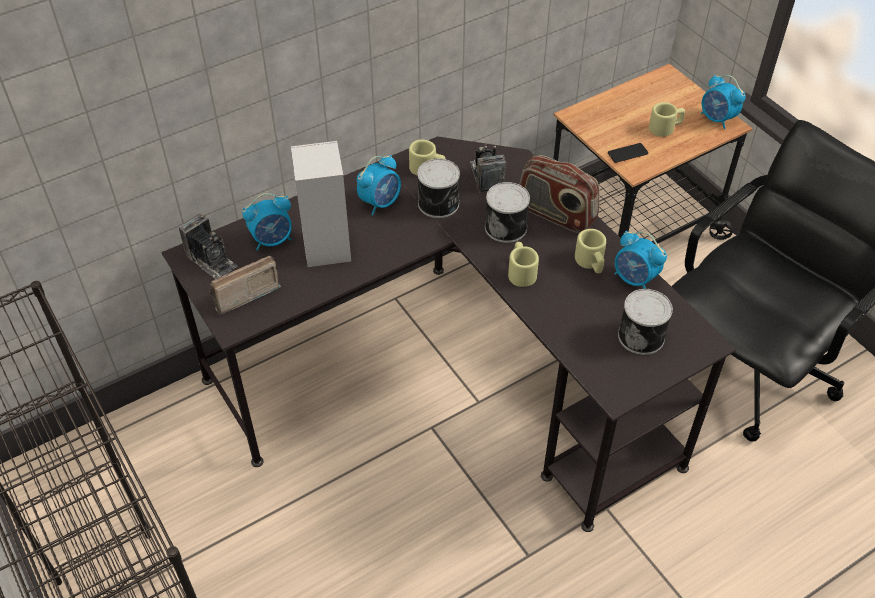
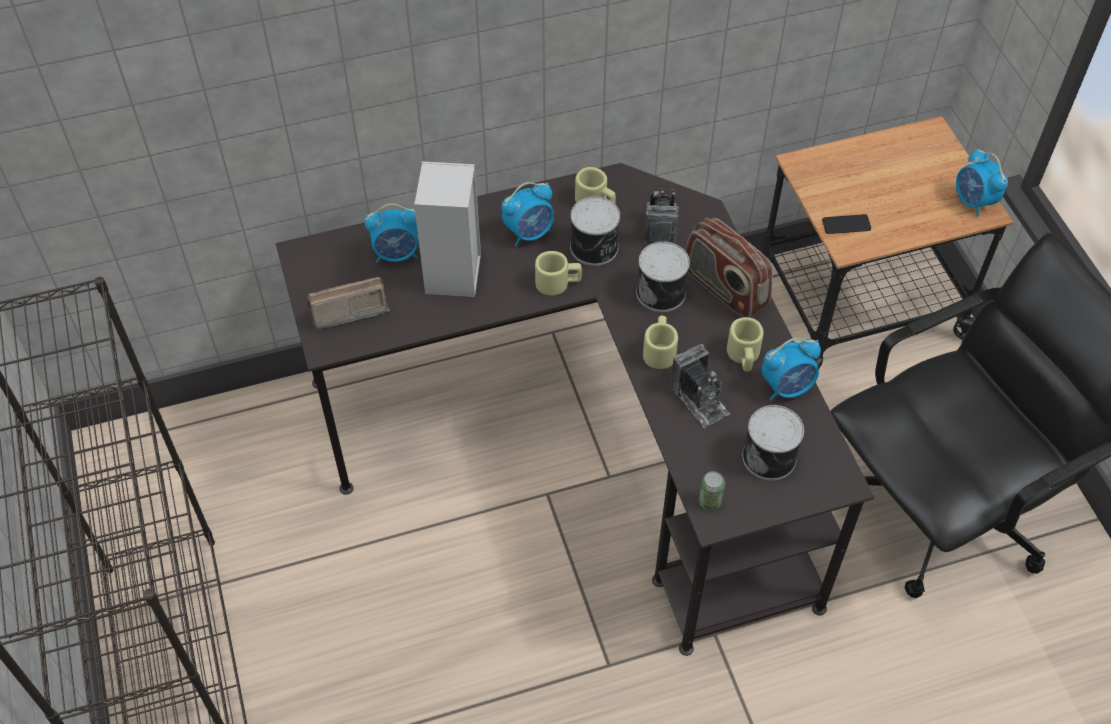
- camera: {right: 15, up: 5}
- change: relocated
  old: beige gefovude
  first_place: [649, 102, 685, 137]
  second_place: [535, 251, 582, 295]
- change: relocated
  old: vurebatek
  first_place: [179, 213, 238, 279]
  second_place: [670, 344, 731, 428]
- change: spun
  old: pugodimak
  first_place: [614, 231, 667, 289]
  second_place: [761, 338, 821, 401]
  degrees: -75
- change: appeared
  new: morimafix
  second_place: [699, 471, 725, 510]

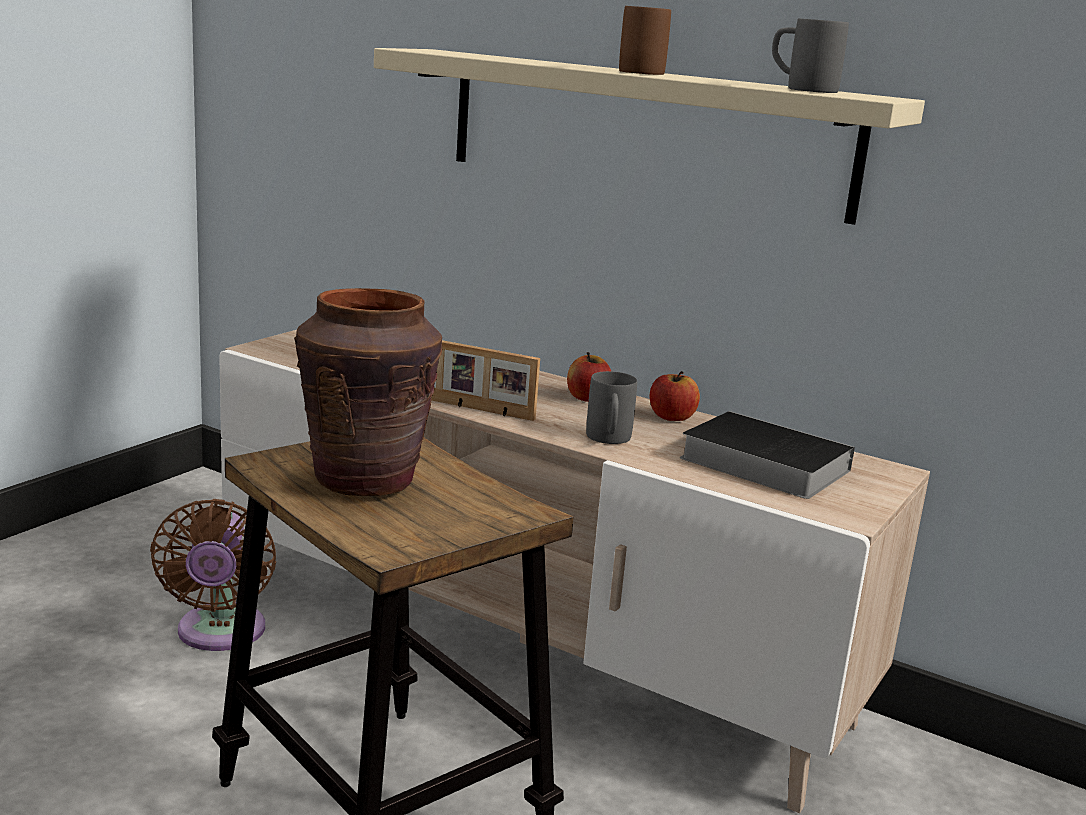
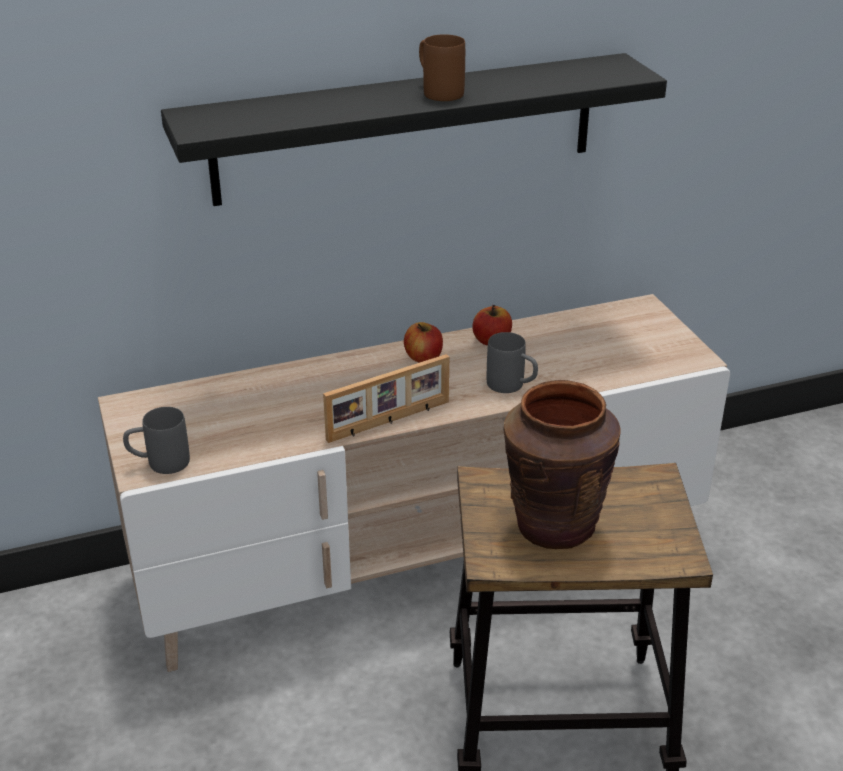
- camera: {right: -50, up: 15}
- change: relocated
  old: grey gefovude
  first_place: [772, 18, 849, 93]
  second_place: [123, 407, 190, 474]
- change: colour
  old: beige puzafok
  new: black puzafok
  first_place: [374, 48, 925, 225]
  second_place: [161, 53, 667, 206]
- change: missing
  old: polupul
  first_place: [680, 411, 855, 499]
- change: missing
  old: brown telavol
  first_place: [150, 499, 276, 651]

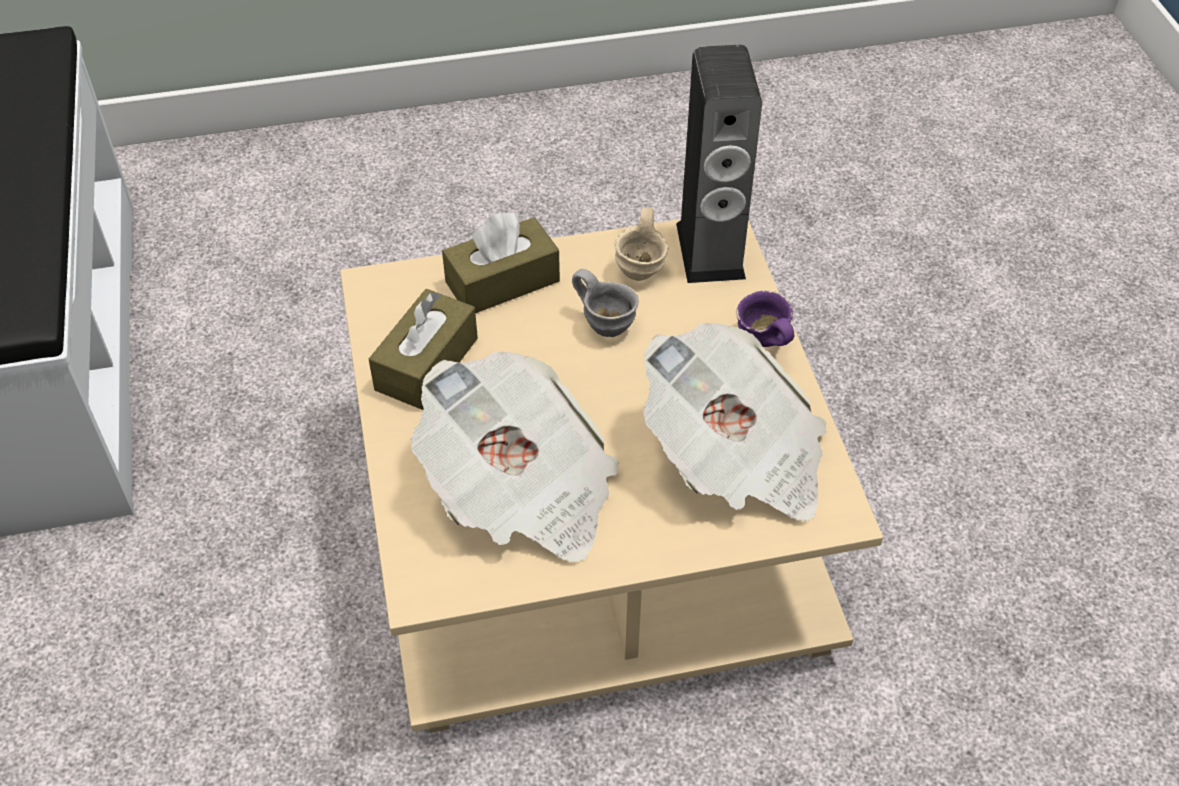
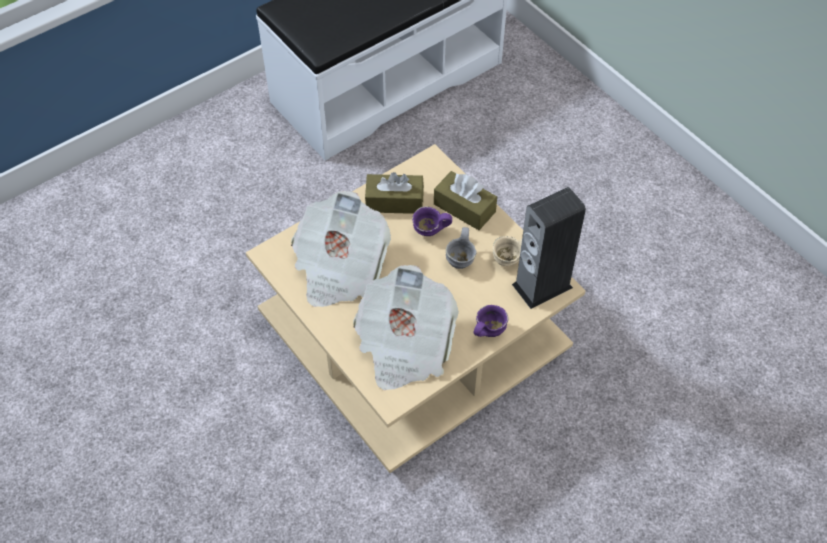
- camera: {right: 65, up: 5}
- change: appeared
  new: purple gefovude
  second_place: [412, 206, 452, 236]

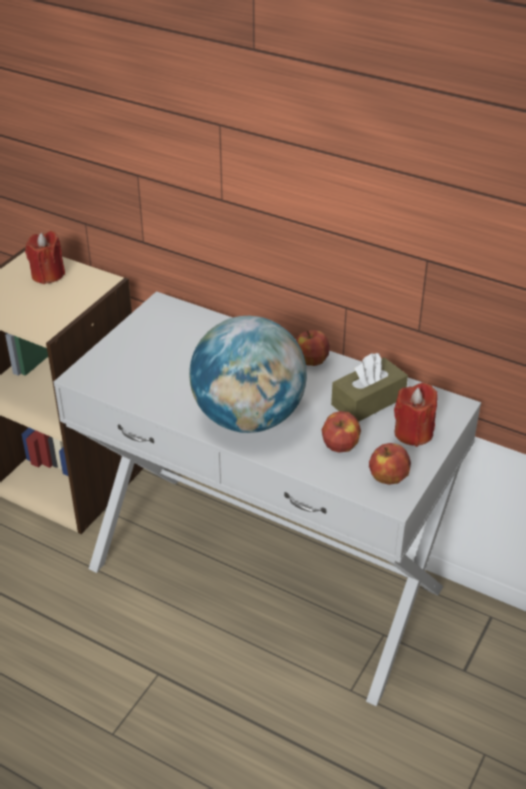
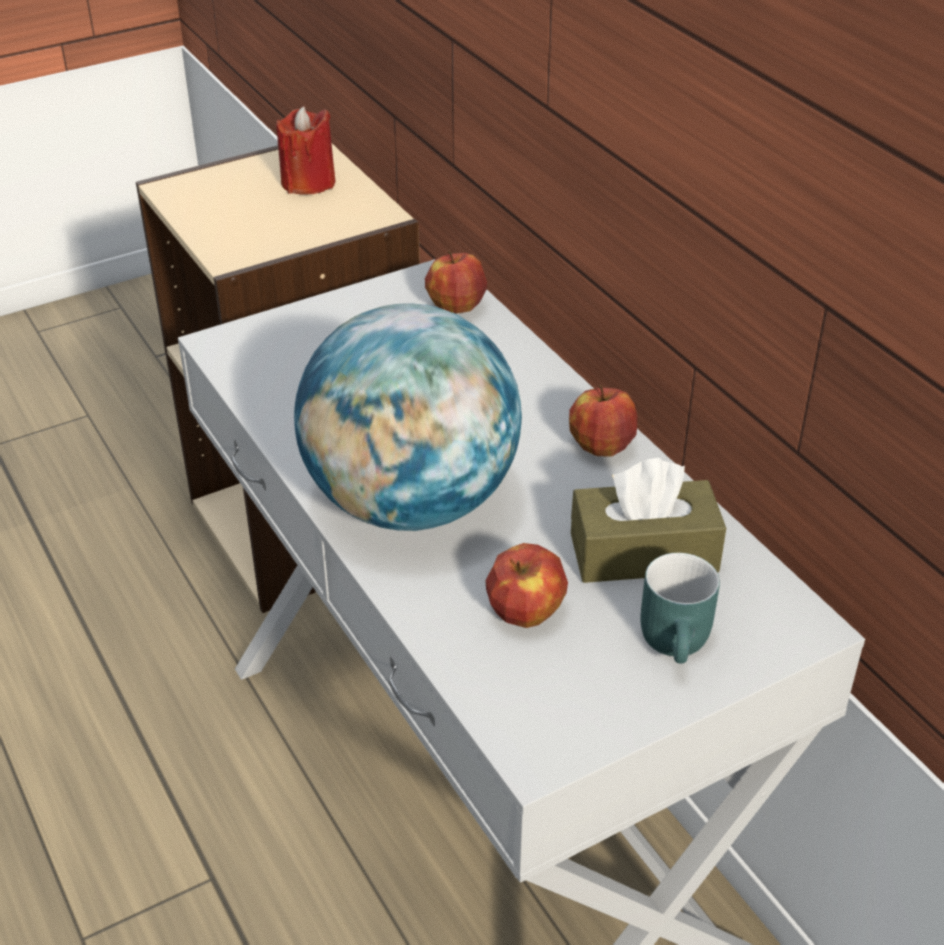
- camera: {right: 30, up: 0}
- change: exchanged
  old: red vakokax
  new: turquoise gefovude
  first_place: [394, 383, 438, 447]
  second_place: [640, 553, 720, 664]
- change: relocated
  old: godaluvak
  first_place: [369, 443, 411, 485]
  second_place: [425, 250, 487, 313]

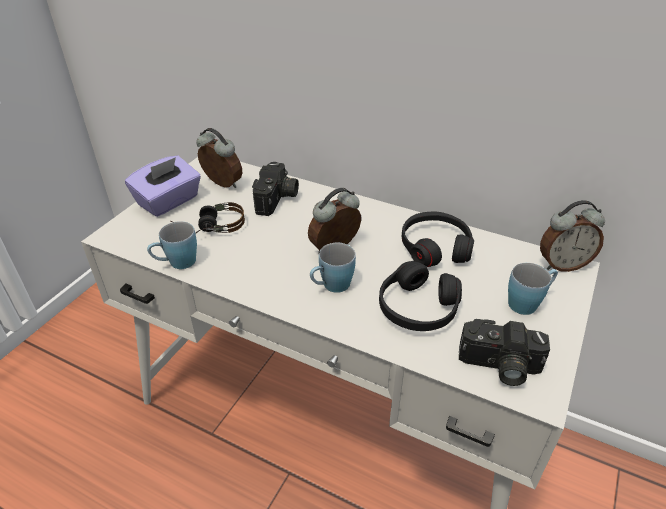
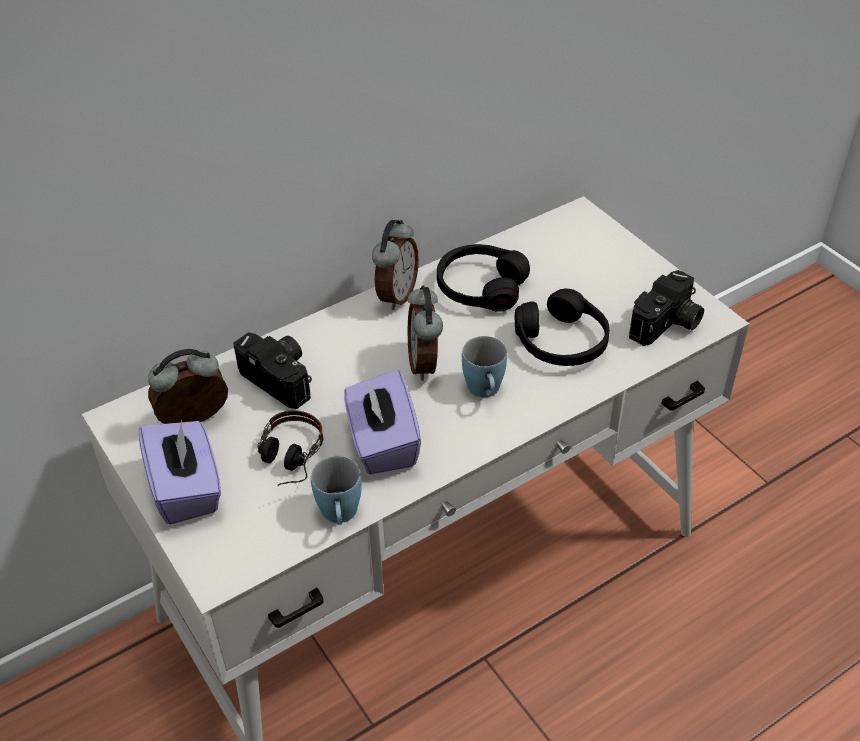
- camera: {right: -60, up: 5}
- change: relocated
  old: pugodimak
  first_place: [540, 200, 605, 272]
  second_place: [372, 220, 419, 310]
- change: missing
  old: blue gefovude
  first_place: [508, 263, 558, 315]
- change: appeared
  new: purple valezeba
  second_place: [344, 370, 421, 474]

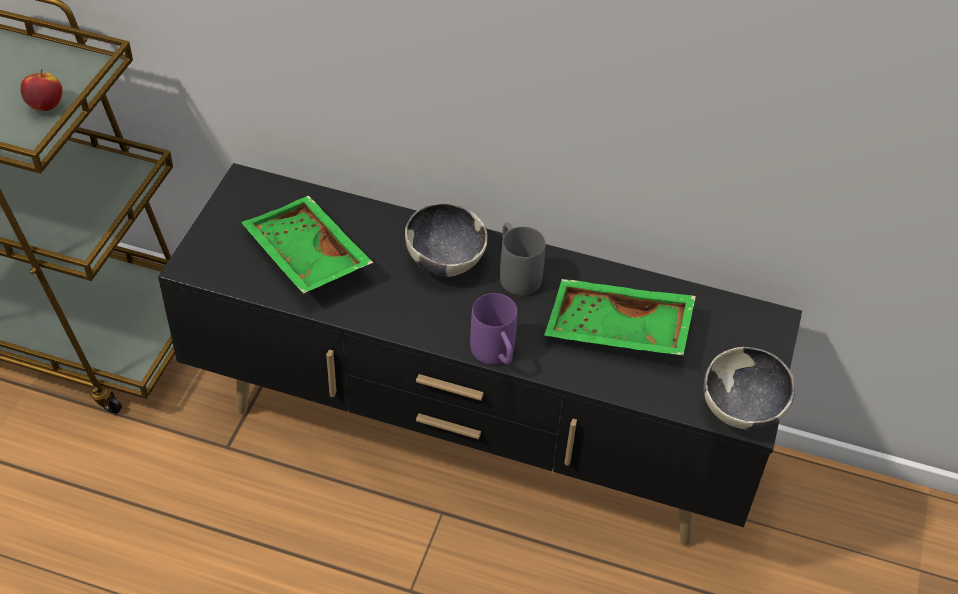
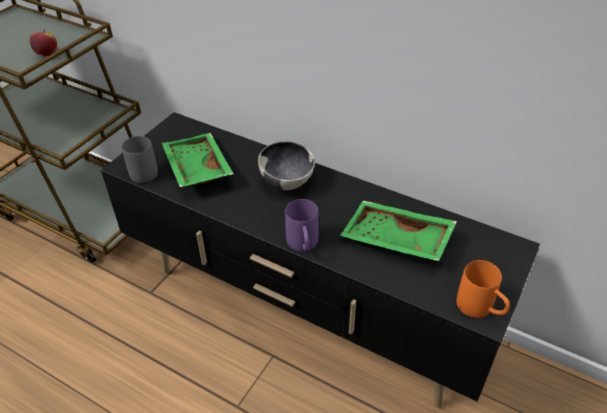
- camera: {right: 15, up: -5}
- change: relocated
  old: grey gefovude
  first_place: [500, 223, 546, 296]
  second_place: [122, 134, 158, 183]
- change: exchanged
  old: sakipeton
  new: orange gefovude
  first_place: [703, 347, 795, 430]
  second_place: [456, 260, 510, 318]

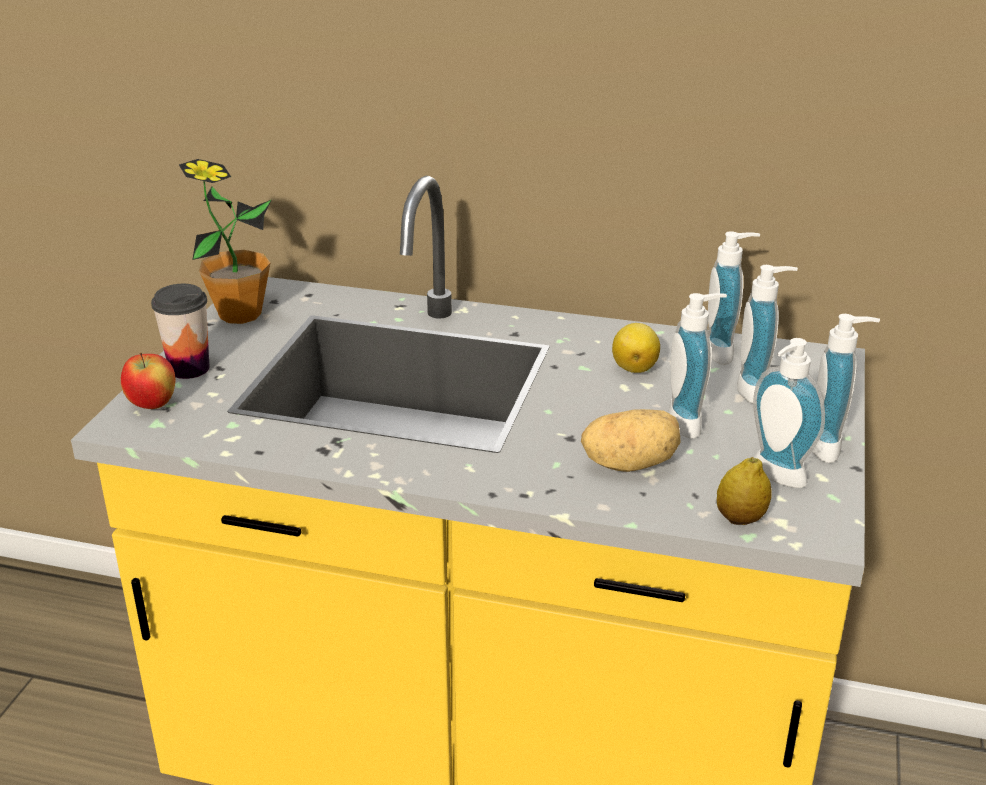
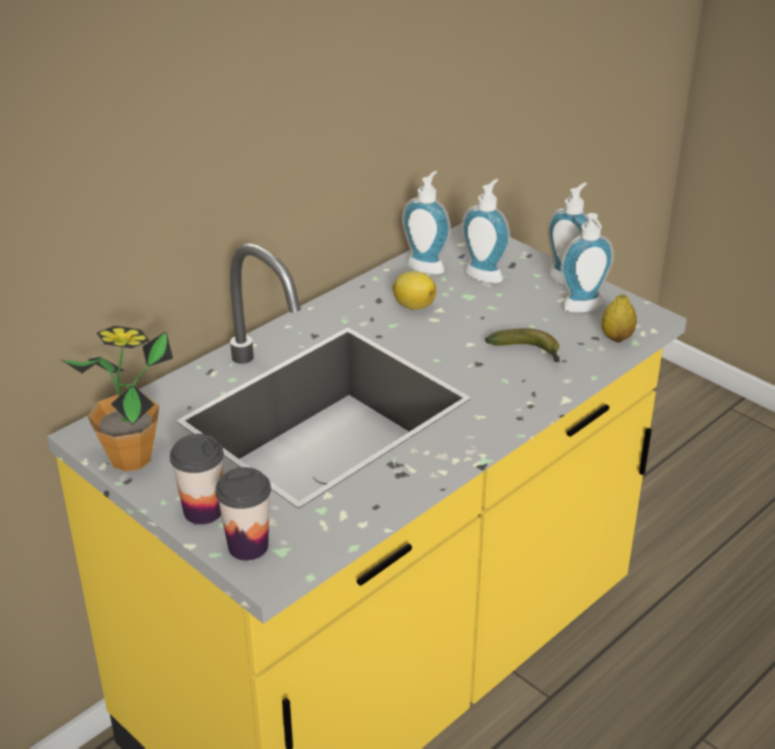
- camera: {right: -60, up: 5}
- change: missing
  old: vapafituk
  first_place: [668, 293, 727, 438]
- change: exchanged
  old: godaluvak
  new: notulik
  first_place: [121, 353, 175, 409]
  second_place: [215, 467, 271, 561]
- change: exchanged
  old: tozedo
  new: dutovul
  first_place: [581, 409, 681, 472]
  second_place: [485, 328, 560, 363]

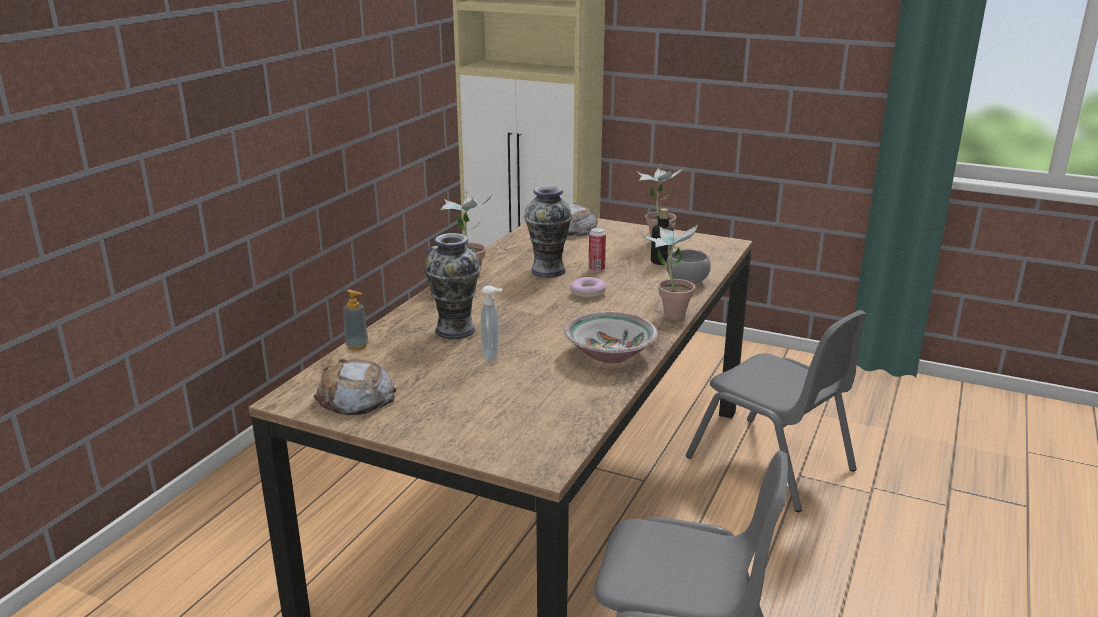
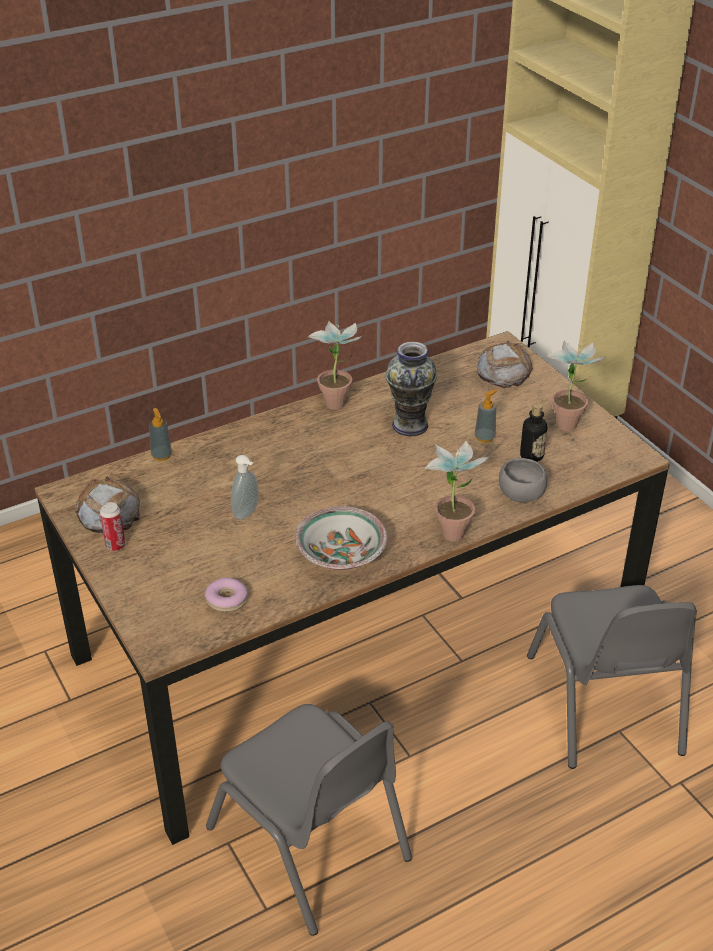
- camera: {right: 35, up: 15}
- change: relocated
  old: morimafix
  first_place: [589, 227, 606, 272]
  second_place: [100, 502, 126, 551]
- change: missing
  old: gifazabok
  first_place: [424, 233, 480, 339]
- change: relocated
  old: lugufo
  first_place: [570, 277, 606, 299]
  second_place: [205, 578, 248, 612]
- change: appeared
  new: vapafituk
  second_place: [475, 390, 498, 443]

